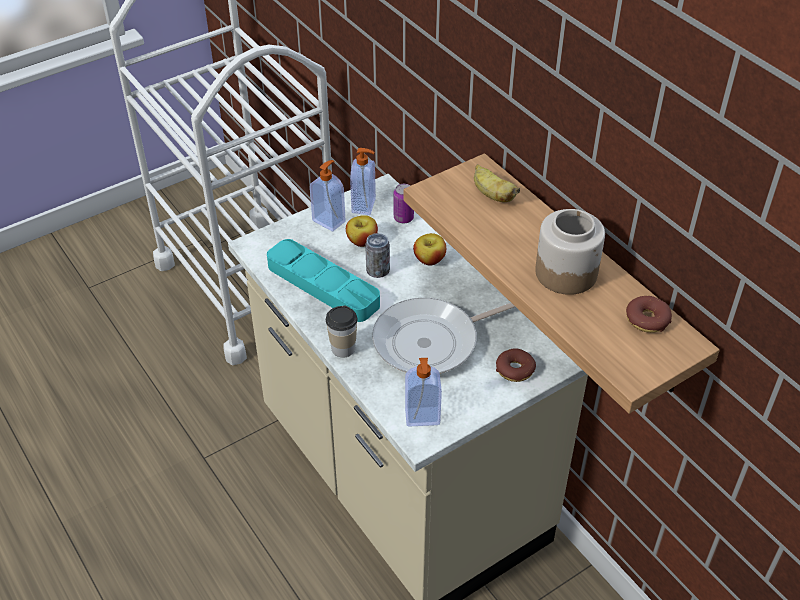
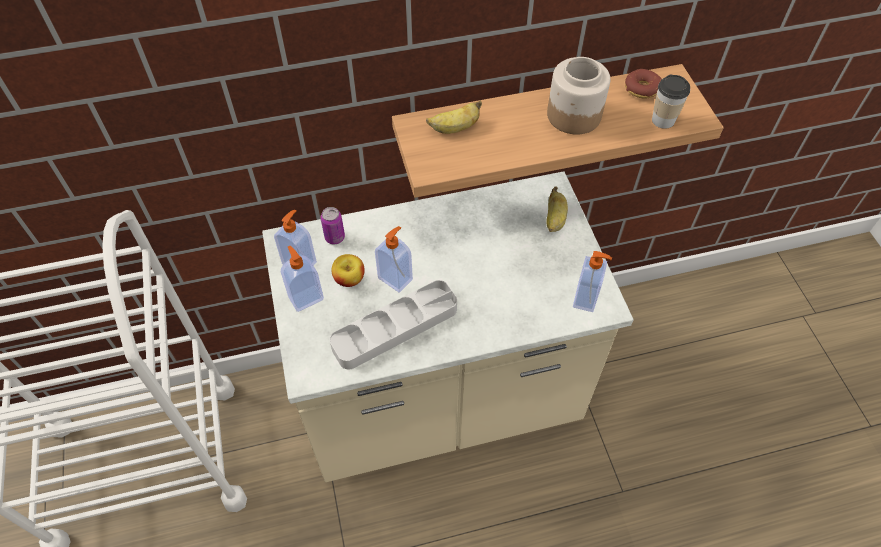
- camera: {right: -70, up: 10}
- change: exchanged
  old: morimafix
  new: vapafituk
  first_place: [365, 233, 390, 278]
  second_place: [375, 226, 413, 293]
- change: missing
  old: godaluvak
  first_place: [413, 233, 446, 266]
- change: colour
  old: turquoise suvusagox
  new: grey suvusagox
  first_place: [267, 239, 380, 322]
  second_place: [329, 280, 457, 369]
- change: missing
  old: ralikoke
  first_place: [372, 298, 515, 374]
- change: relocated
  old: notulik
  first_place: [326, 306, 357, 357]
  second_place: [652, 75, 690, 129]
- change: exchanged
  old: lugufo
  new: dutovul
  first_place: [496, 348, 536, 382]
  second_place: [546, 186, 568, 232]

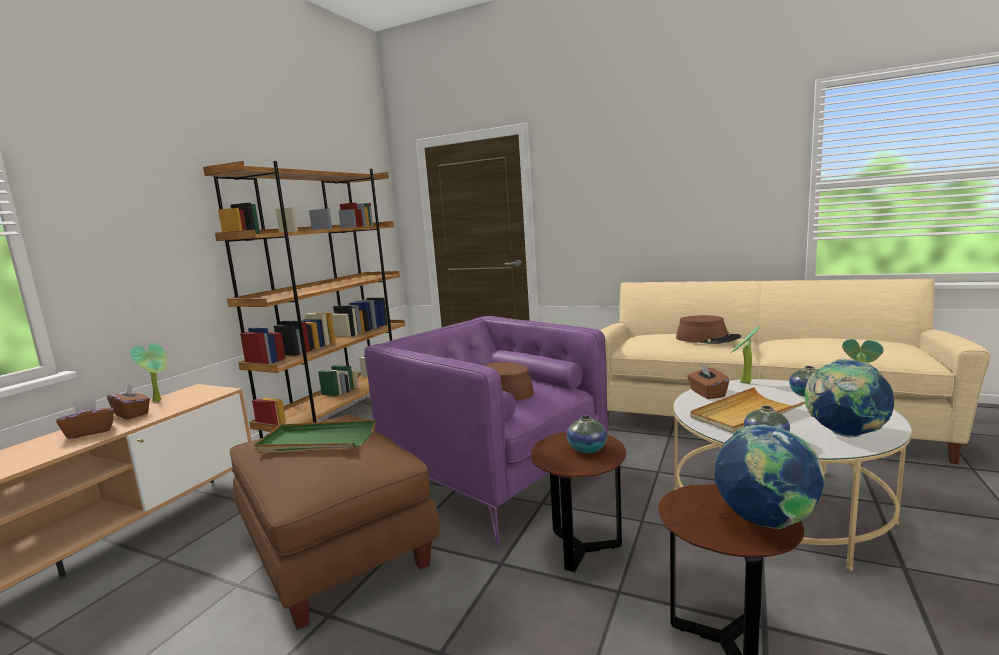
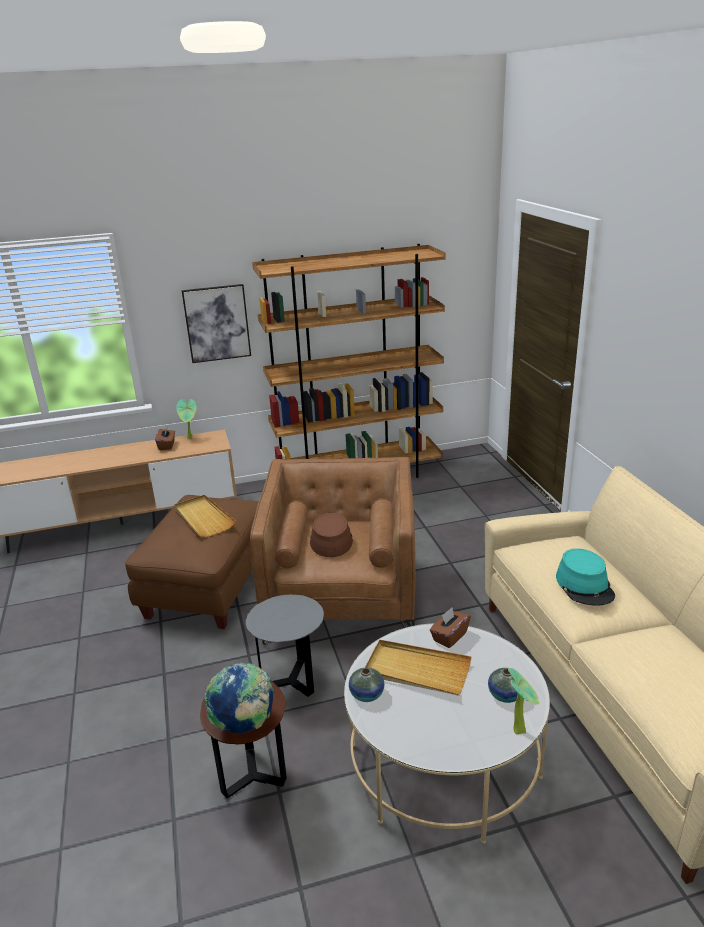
- camera: {right: 50, up: 15}
- change: colour
  old: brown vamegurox
  new: turquoise vamegurox
  first_place: [676, 315, 741, 344]
  second_place: [556, 548, 615, 606]
- change: colour
  old: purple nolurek
  new: brown nolurek
  first_place: [364, 316, 608, 546]
  second_place: [250, 457, 416, 645]
- change: missing
  old: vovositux
  first_place: [732, 326, 760, 384]
- change: missing
  old: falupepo
  first_place: [805, 359, 894, 438]
- change: missing
  old: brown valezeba
  first_place: [56, 398, 114, 439]
- change: missing
  old: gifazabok
  first_place: [567, 416, 607, 453]
- change: colour
  old: green suvusagox
  new: beige suvusagox
  first_place: [254, 419, 376, 453]
  second_place: [174, 495, 236, 537]
- change: colour
  old: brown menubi
  new: grey menubi
  first_place: [531, 432, 626, 572]
  second_place: [246, 595, 324, 697]
- change: appeared
  new: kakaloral
  second_place: [181, 284, 251, 363]

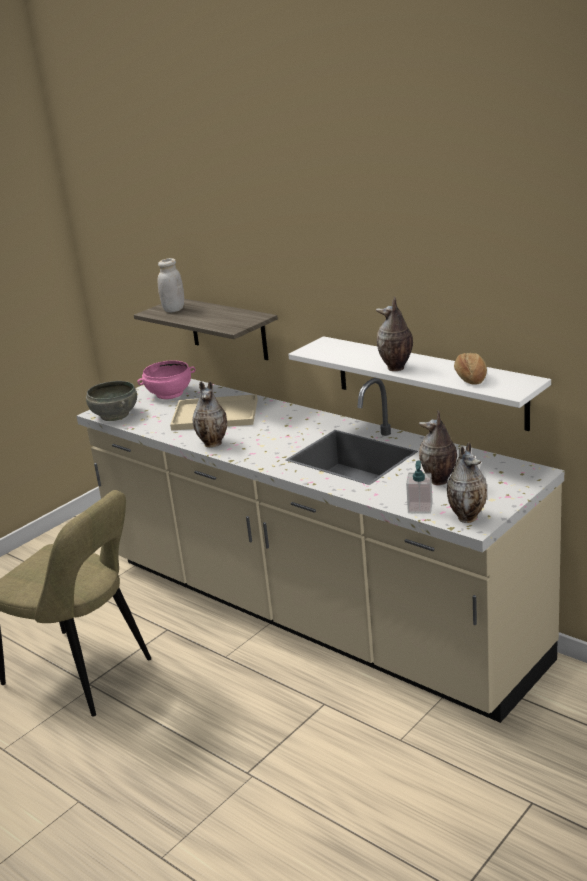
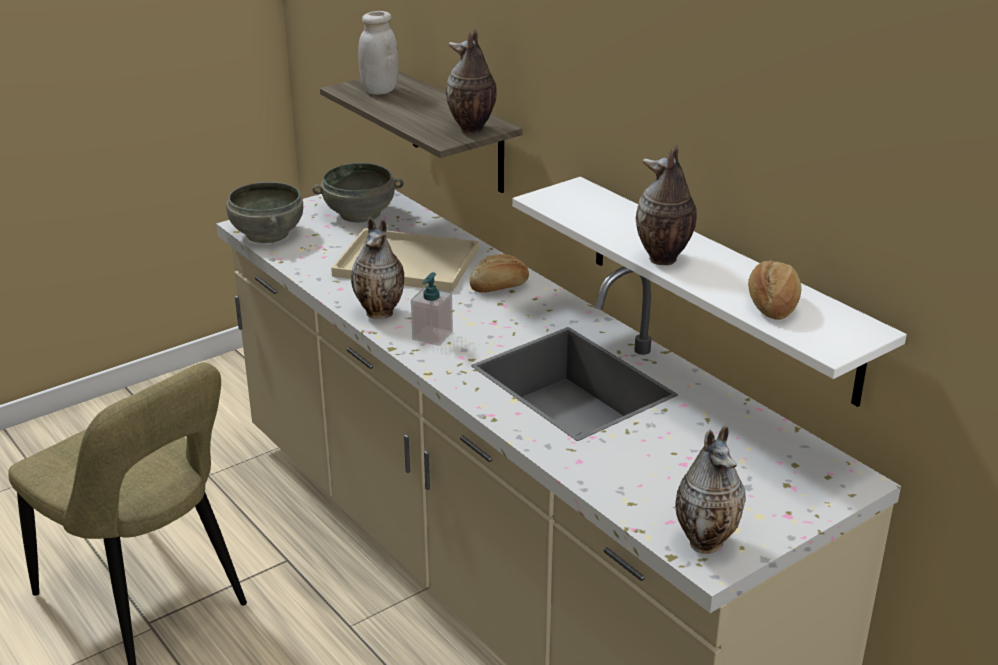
- camera: {right: 10, up: 5}
- change: colour
  old: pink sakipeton
  new: grey sakipeton
  first_place: [138, 360, 195, 399]
  second_place: [313, 163, 403, 222]
- change: relocated
  old: gifazabok
  first_place: [419, 410, 457, 485]
  second_place: [446, 28, 497, 134]
- change: relocated
  old: vapafituk
  first_place: [406, 460, 433, 514]
  second_place: [411, 272, 453, 346]
- change: appeared
  new: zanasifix
  second_place: [470, 254, 529, 293]

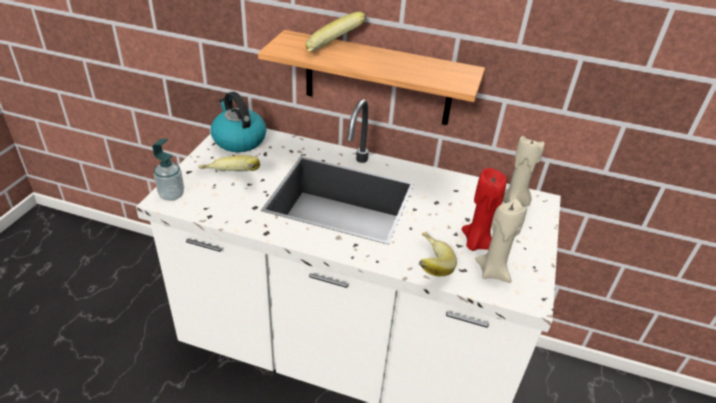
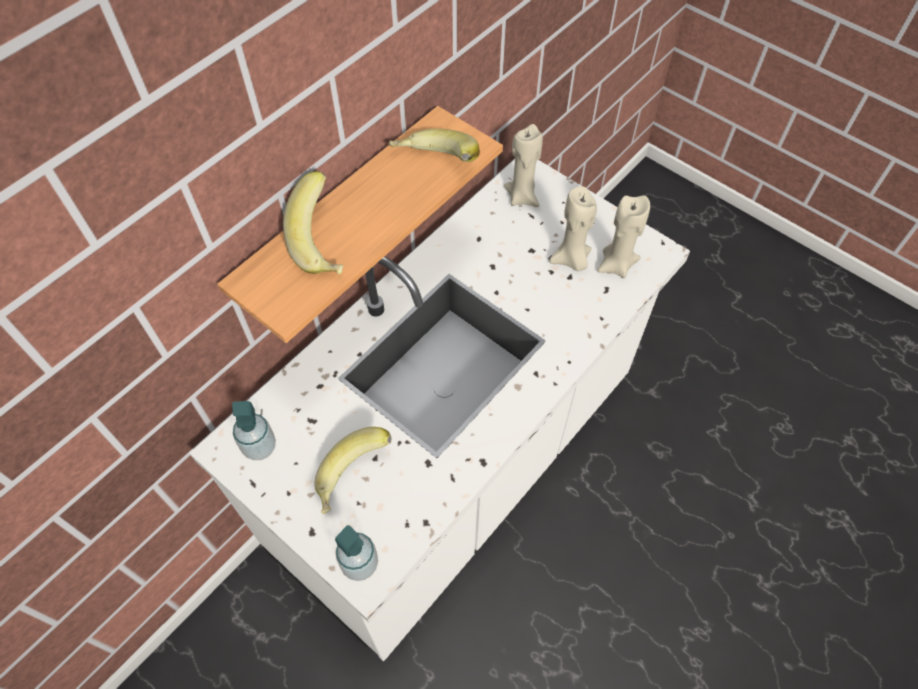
- camera: {right: -65, up: 20}
- change: exchanged
  old: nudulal
  new: vapafituk
  first_place: [211, 92, 266, 152]
  second_place: [232, 401, 276, 460]
- change: colour
  old: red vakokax
  new: beige vakokax
  first_place: [462, 168, 506, 251]
  second_place: [549, 186, 597, 271]
- change: relocated
  old: dutovul
  first_place: [419, 231, 457, 276]
  second_place: [389, 129, 480, 162]

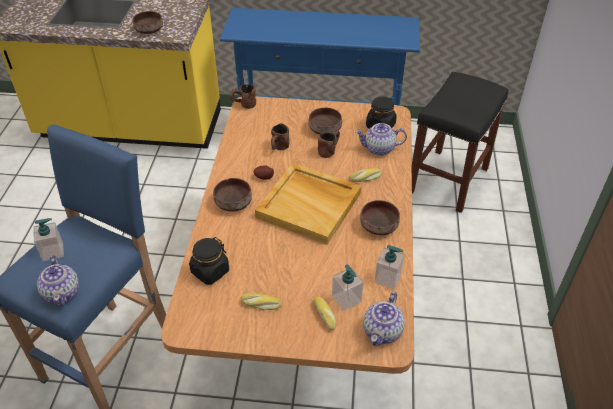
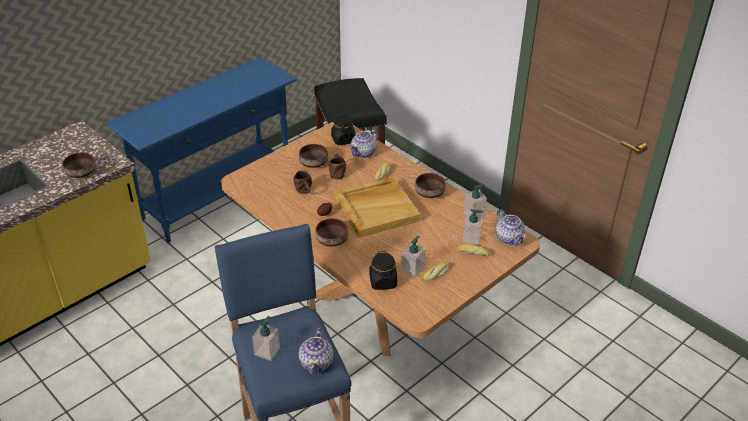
- camera: {right: -50, up: -5}
- change: missing
  old: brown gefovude
  first_place: [230, 84, 256, 109]
- change: spun
  old: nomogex
  first_place: [37, 255, 79, 307]
  second_place: [299, 328, 333, 375]
  degrees: 75
- change: appeared
  new: vapafituk
  second_place: [401, 236, 426, 277]

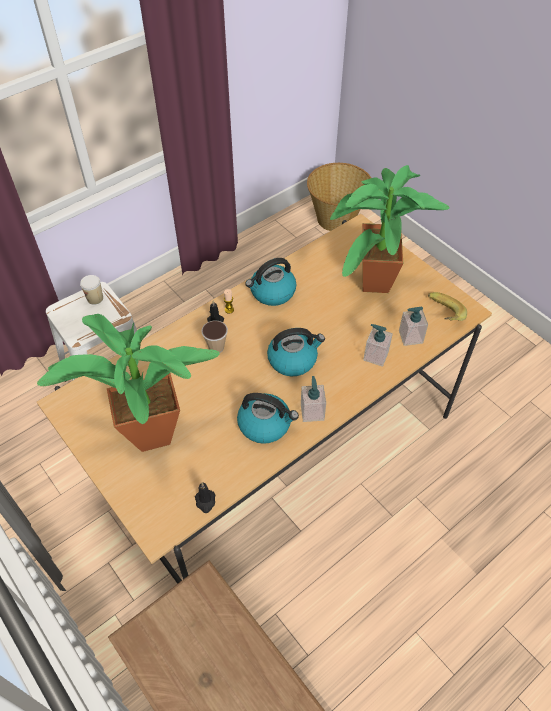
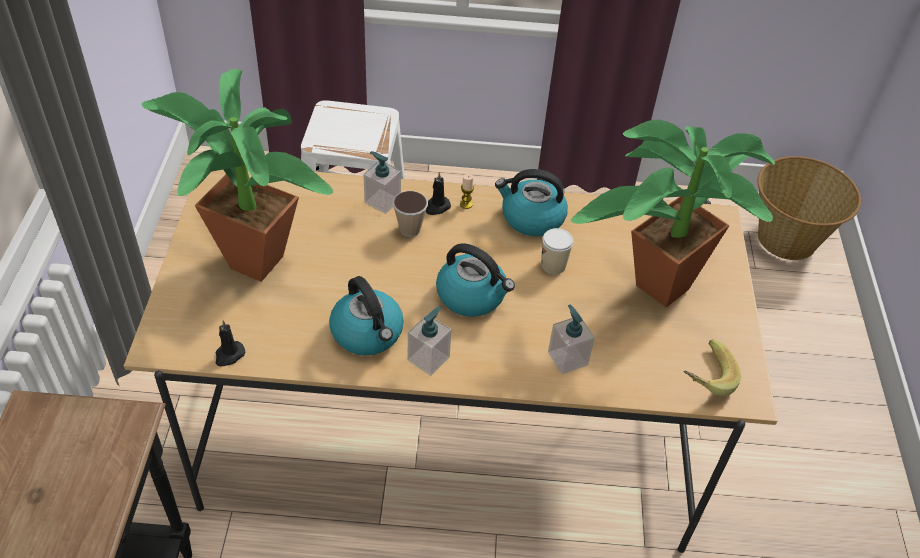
- camera: {right: 40, up: -5}
- change: relocated
  old: notulik
  first_place: [80, 275, 103, 305]
  second_place: [541, 228, 573, 275]
- change: relocated
  old: vapafituk
  first_place: [399, 307, 428, 346]
  second_place: [364, 151, 401, 214]

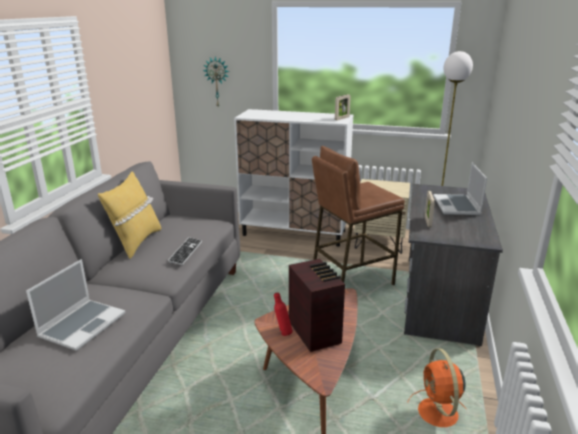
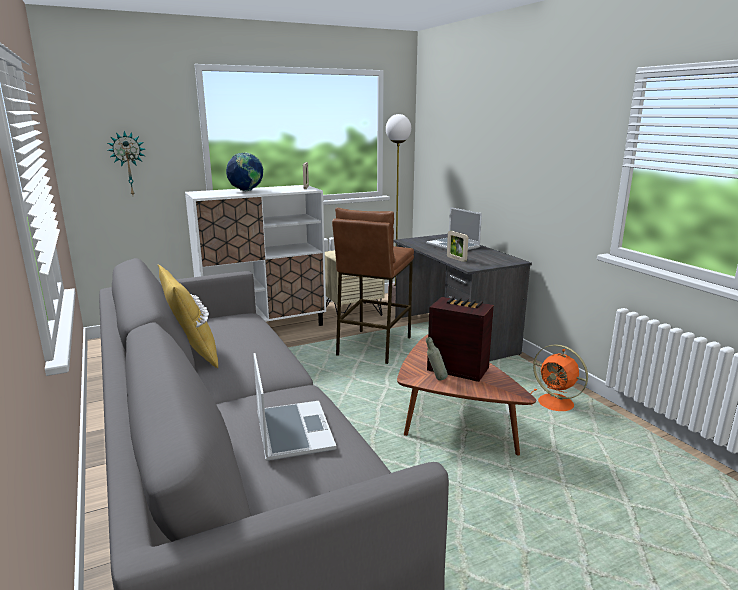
- camera: {right: -40, up: -5}
- change: missing
  old: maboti
  first_place: [168, 237, 202, 265]
- change: colour
  old: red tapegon
  new: grey tapegon
  first_place: [274, 292, 292, 336]
  second_place: [426, 337, 448, 380]
- change: appeared
  new: falupepo
  second_place: [226, 153, 263, 191]

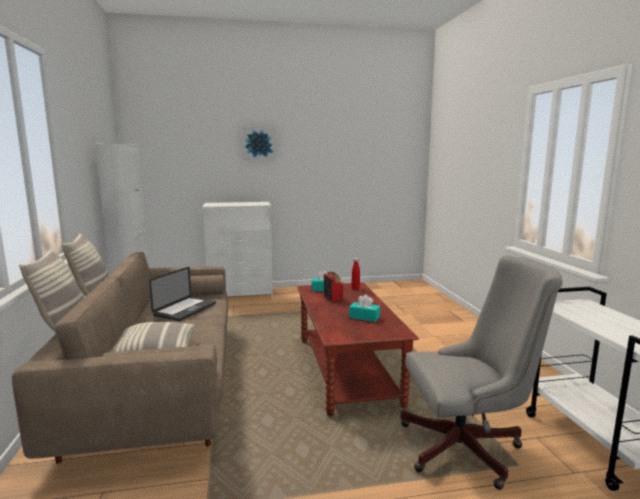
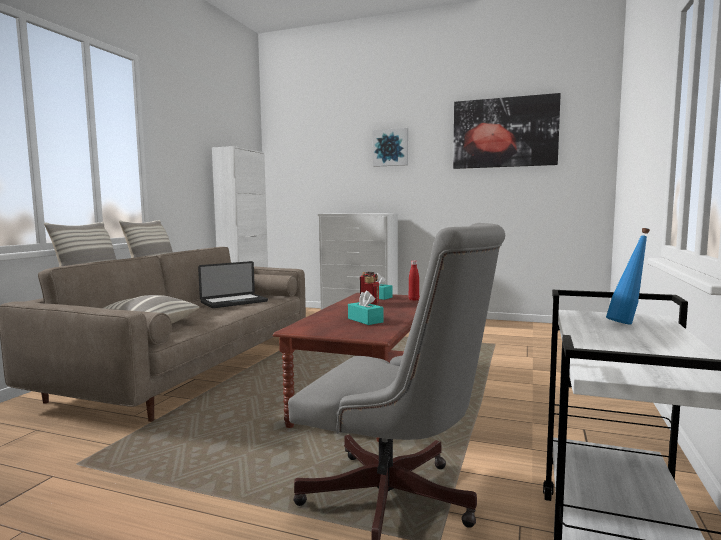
- camera: {right: 30, up: -5}
- change: appeared
  new: kakaloral
  second_place: [453, 93, 561, 169]
- change: appeared
  new: blue tapegon
  second_place: [606, 228, 650, 325]

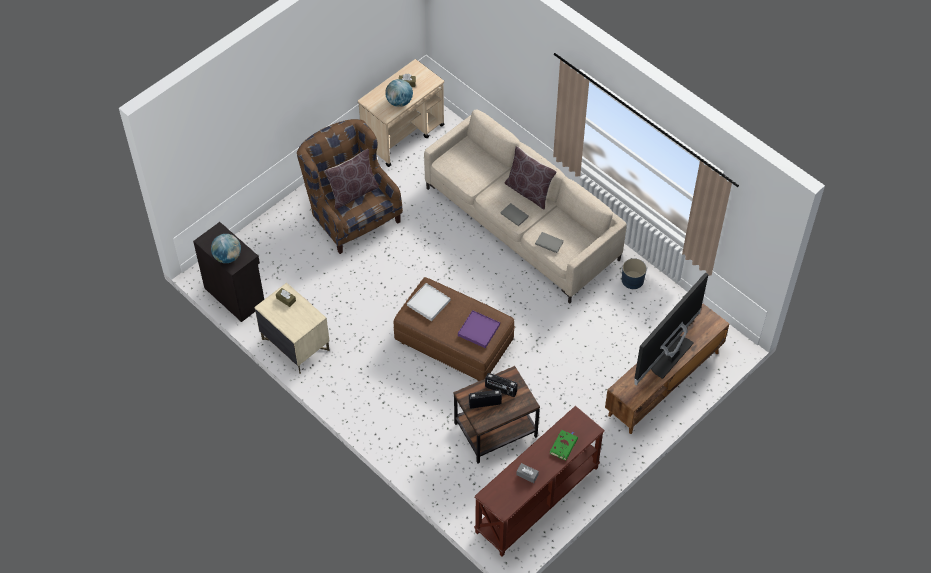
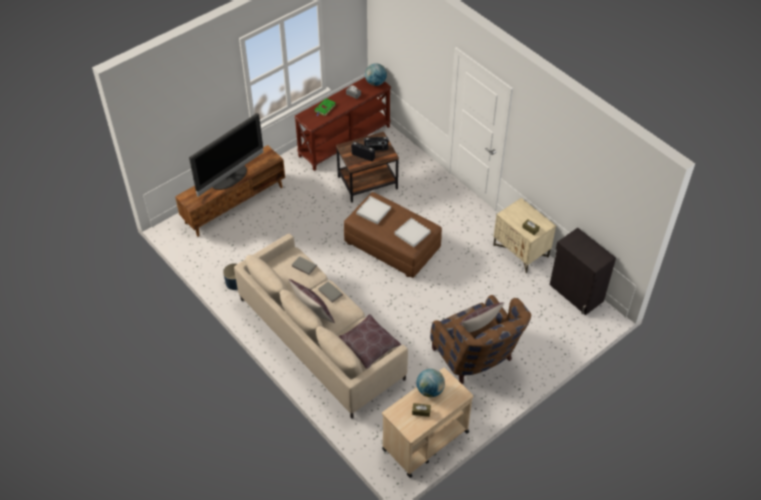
- camera: {right: -175, up: -5}
- change: relocated
  old: falupepo
  first_place: [211, 234, 241, 263]
  second_place: [365, 64, 387, 86]
- change: colour
  old: purple suvusagox
  new: white suvusagox
  first_place: [458, 310, 500, 348]
  second_place: [356, 196, 391, 224]
- change: appeared
  new: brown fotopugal
  second_place: [338, 314, 401, 369]

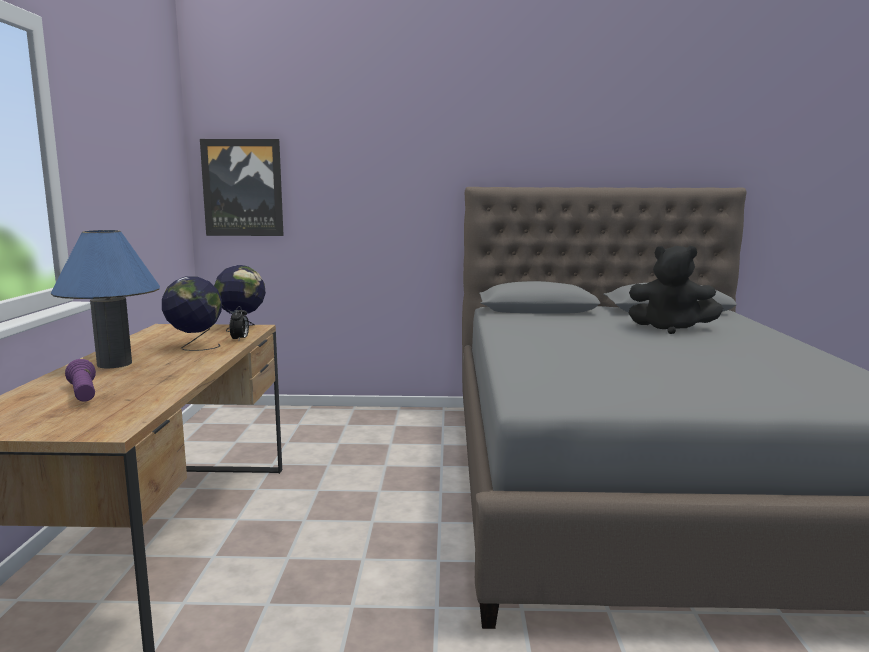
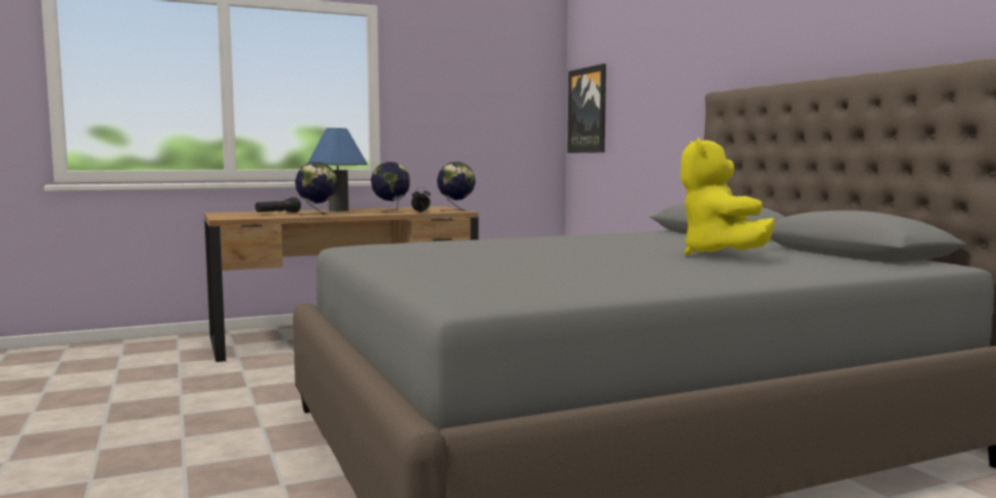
- camera: {right: 65, up: -5}
- change: colour
  old: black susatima
  new: yellow susatima
  first_place: [628, 246, 723, 334]
  second_place: [681, 138, 775, 256]
- change: colour
  old: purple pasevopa
  new: black pasevopa
  first_place: [65, 359, 96, 402]
  second_place: [255, 197, 301, 213]
- change: appeared
  new: falupepo
  second_place: [295, 162, 338, 216]

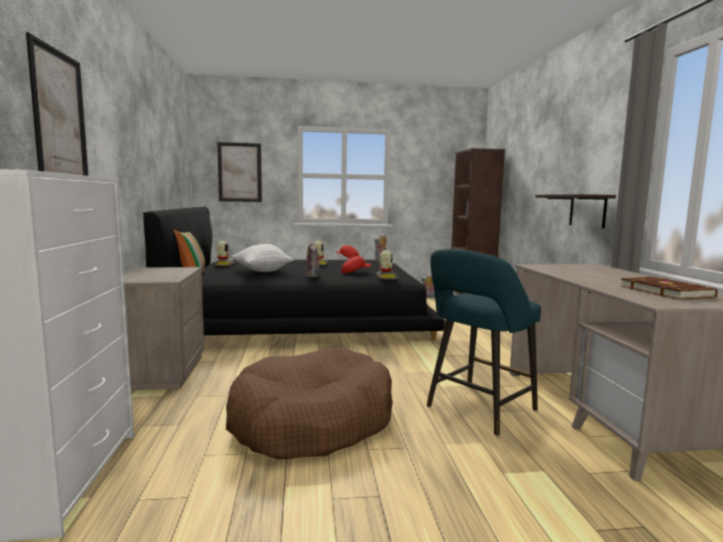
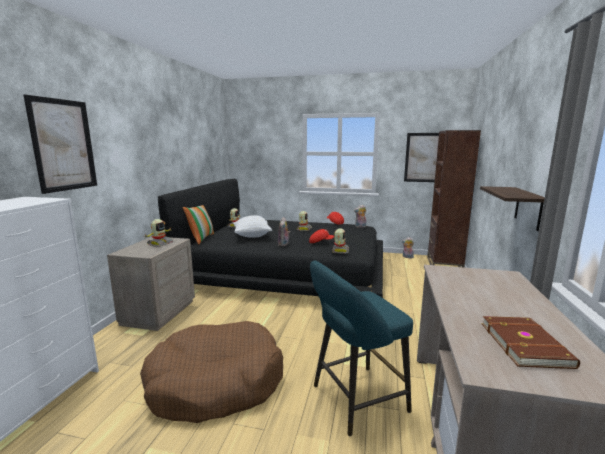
- camera: {right: 20, up: 5}
- change: relocated
  old: kakaloral
  first_place: [217, 142, 262, 202]
  second_place: [404, 133, 439, 182]
- change: appeared
  new: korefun
  second_place: [145, 219, 173, 247]

